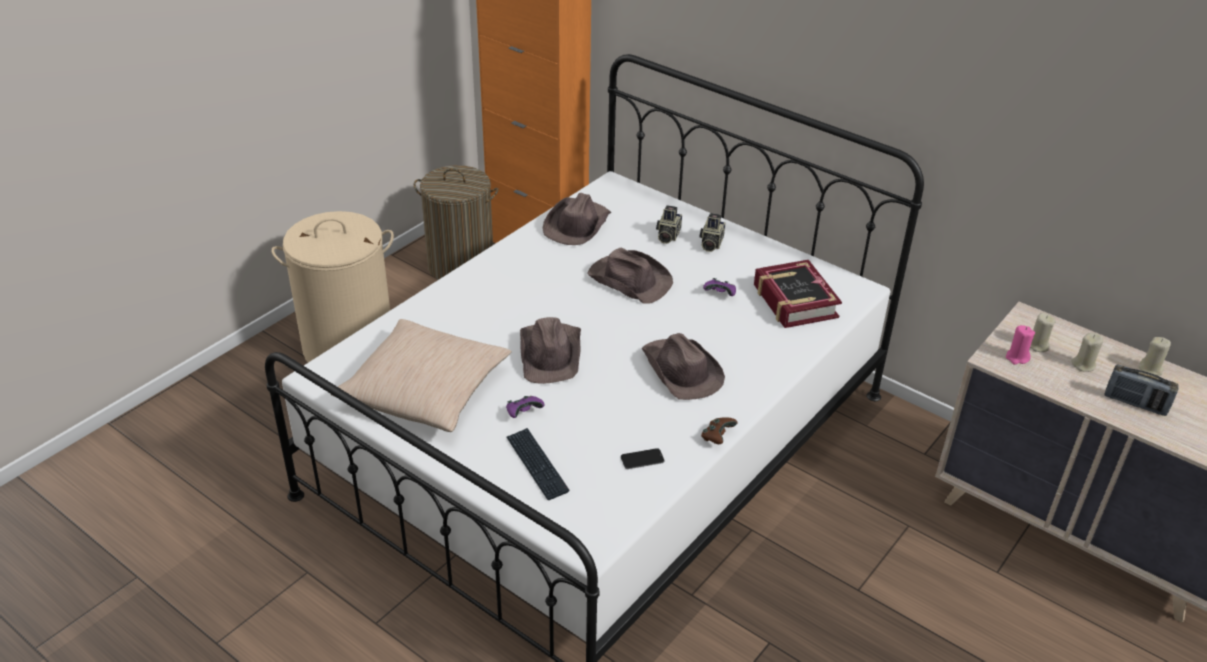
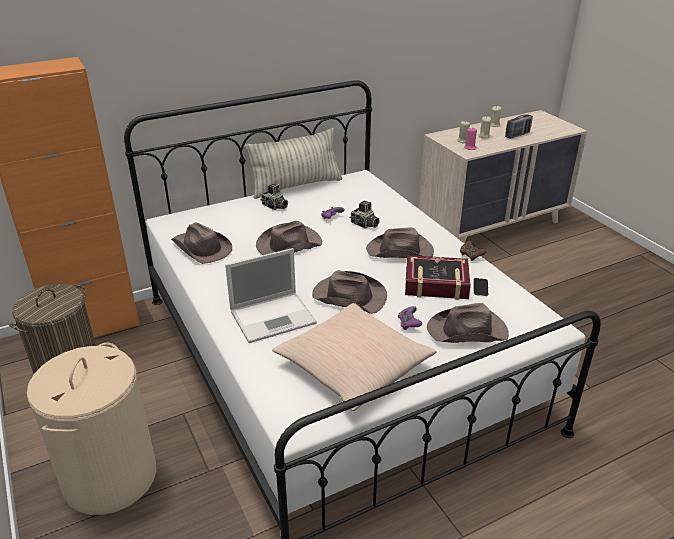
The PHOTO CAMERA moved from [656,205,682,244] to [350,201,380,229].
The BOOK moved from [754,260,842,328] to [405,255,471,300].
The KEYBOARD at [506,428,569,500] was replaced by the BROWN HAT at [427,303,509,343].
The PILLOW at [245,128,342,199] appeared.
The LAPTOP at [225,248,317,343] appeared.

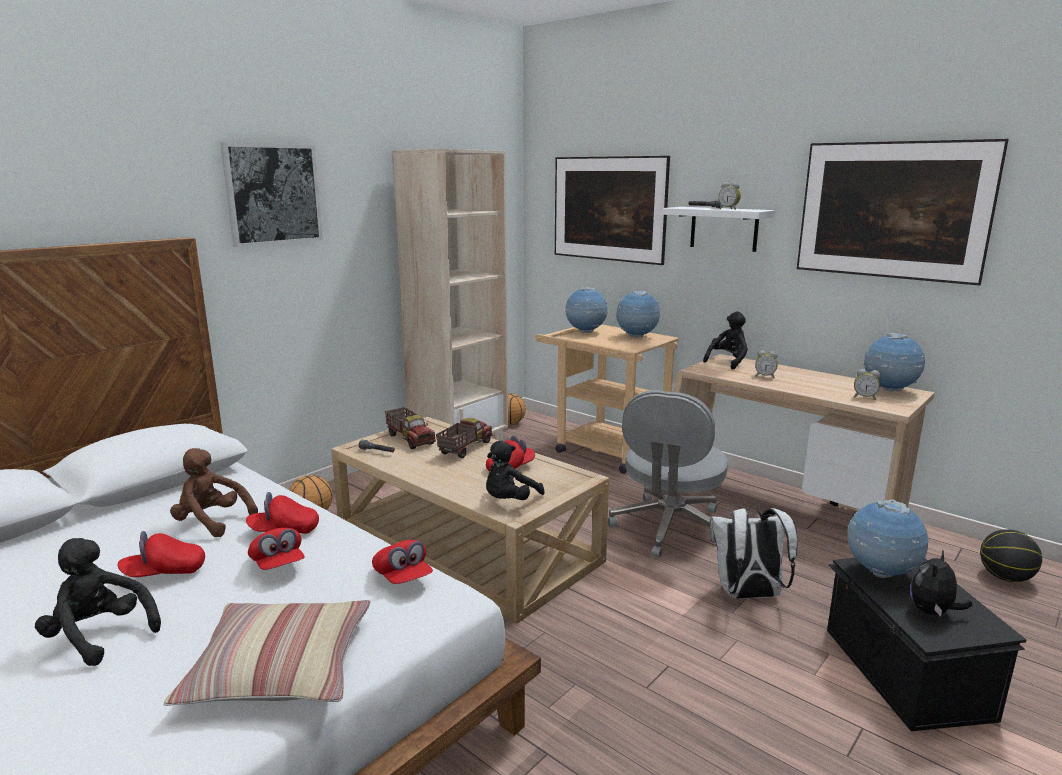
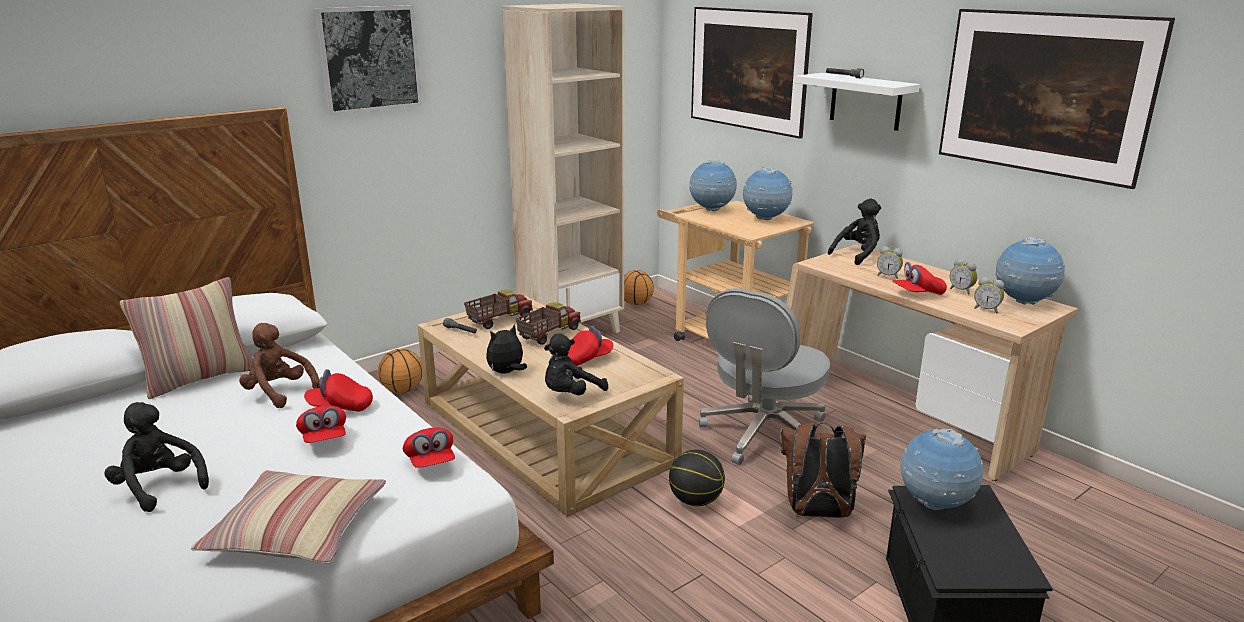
The ALARM CLOCK moved from [718,182,741,210] to [950,259,977,295].
The TOY TRUCK at [385,407,436,449] turned 105 degrees counterclockwise.
The WHITE BACKPACK at [710,508,798,599] became the BROWN BACKPACK at [780,423,866,518].
The BASKETBALL moved from [980,529,1042,582] to [669,449,725,506].
The RED CAP moved from [118,531,205,577] to [892,262,947,295].
The PLUSH TOY moved from [910,550,972,616] to [486,324,527,374].
The PILLOW at [120,277,253,399] appeared.

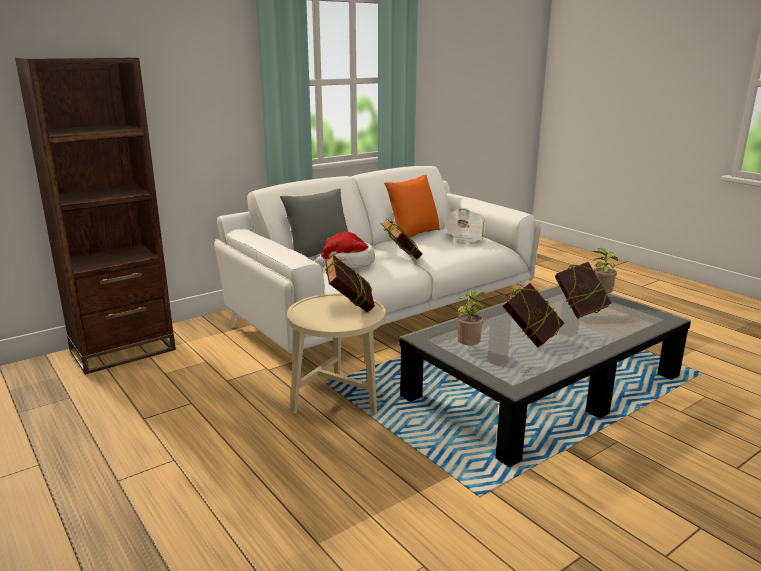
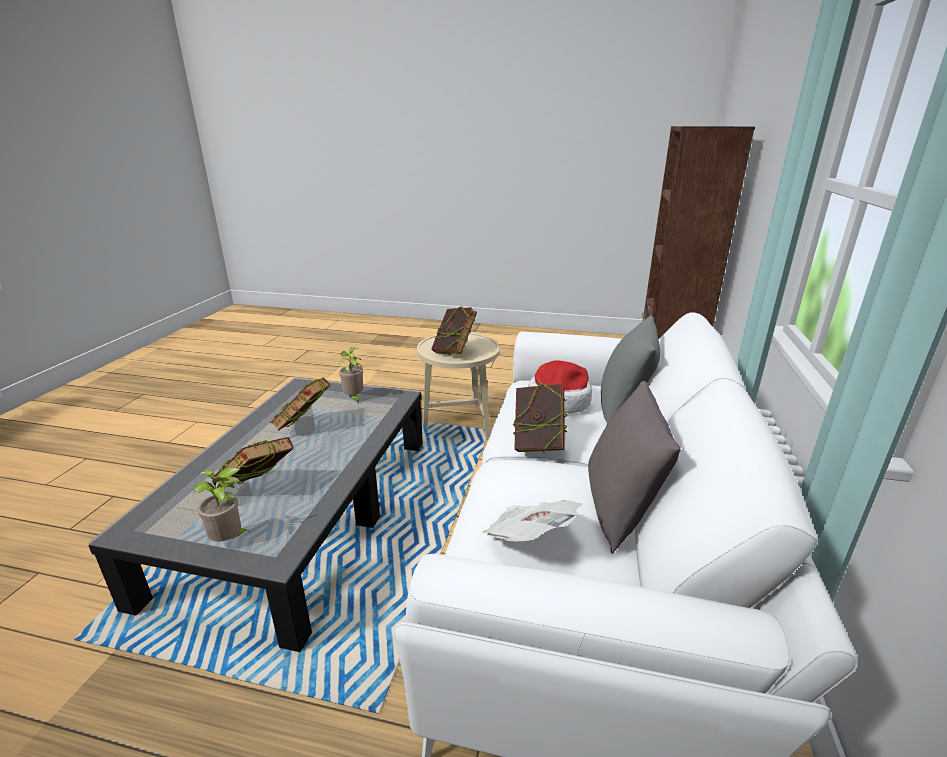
The ORANGE PILLOW at [384,174,440,237] became the GREY PILLOW at [588,381,681,554].

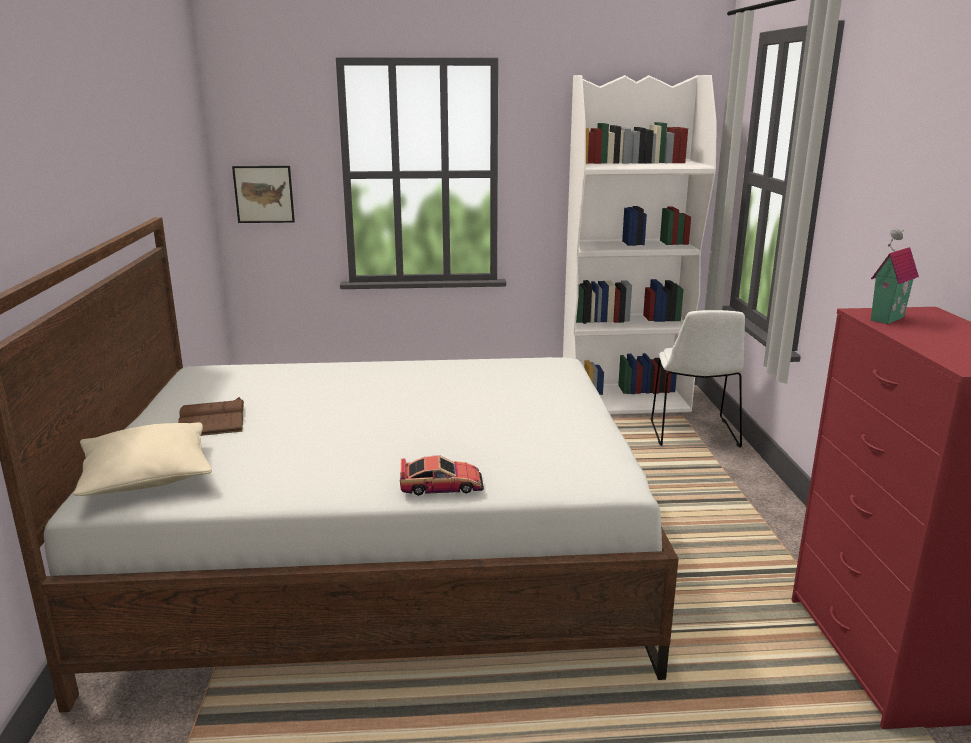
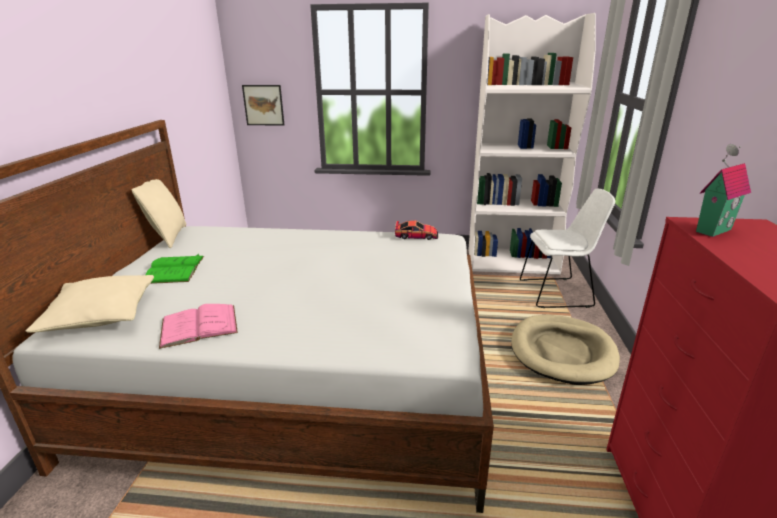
The WHITE CHAIR at [651,310,745,448] turned 105 degrees counterclockwise.
The BROWN BOOK at [178,397,244,436] became the GREEN BOOK at [145,254,204,284].
The TOY CAR moved from [400,455,484,496] to [395,220,438,240].
The BEIGE PILLOW at [132,179,186,248] appeared.
The PINK BOOK at [159,304,238,349] appeared.
The BEIGE DOG BED at [511,315,620,385] appeared.

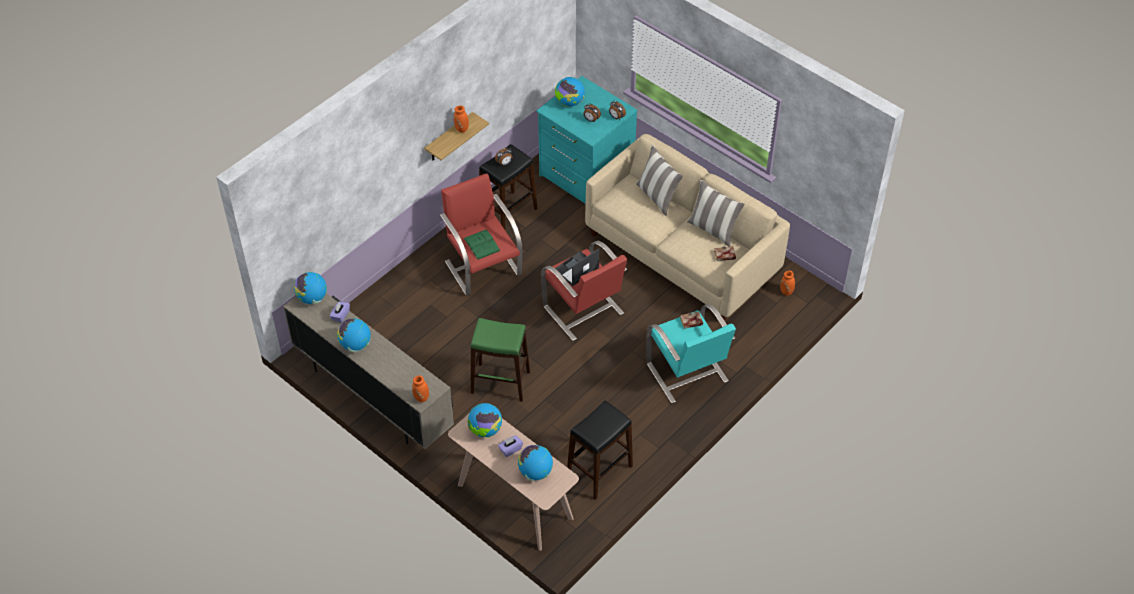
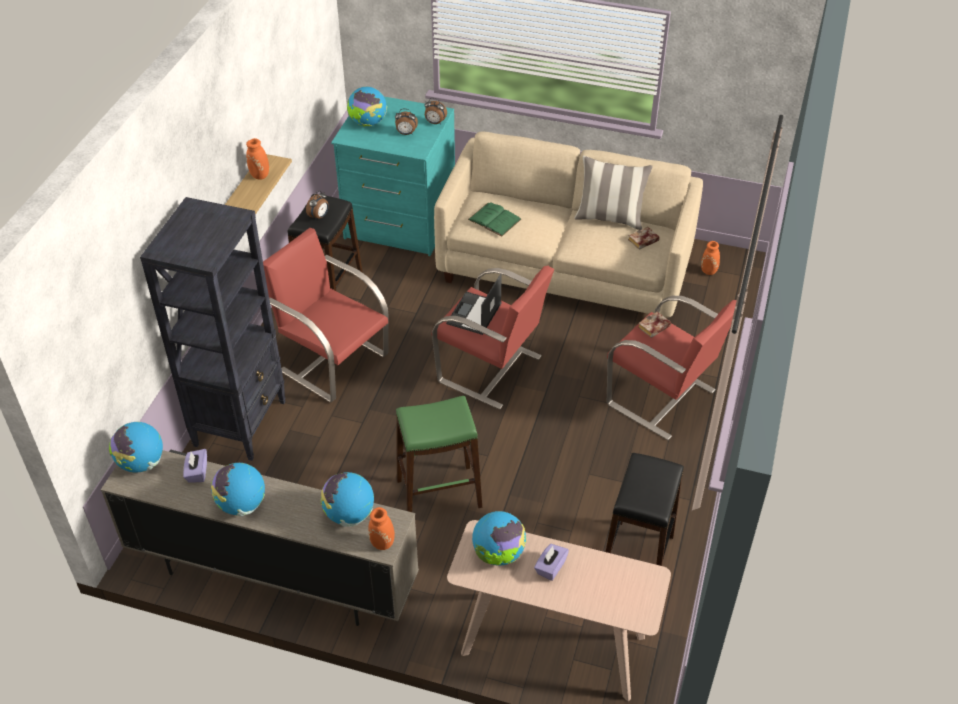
The PILLOW at [636,145,683,216] disappeared.
The GREEN BOOK moved from [464,229,500,260] to [468,202,521,236].
The TURQUOISE ARMCHAIR at [646,304,736,403] became the RED ARMCHAIR at [607,296,737,440].
The GLOBE moved from [518,445,553,481] to [321,472,374,527].
The BLACK BOOKCASE at [140,197,286,461] appeared.

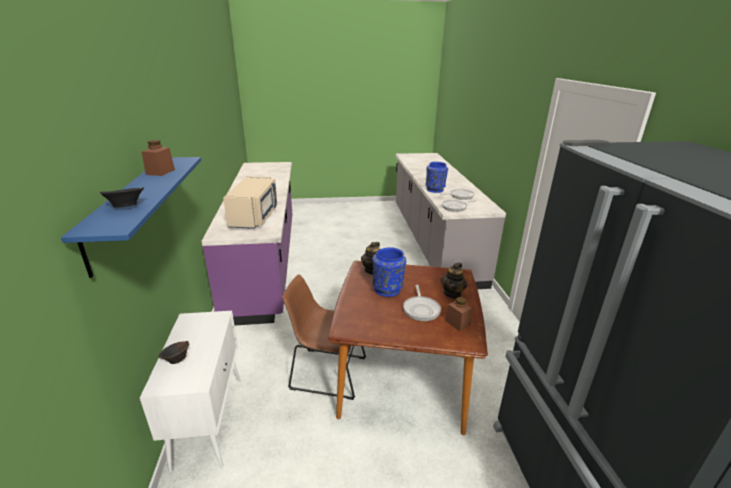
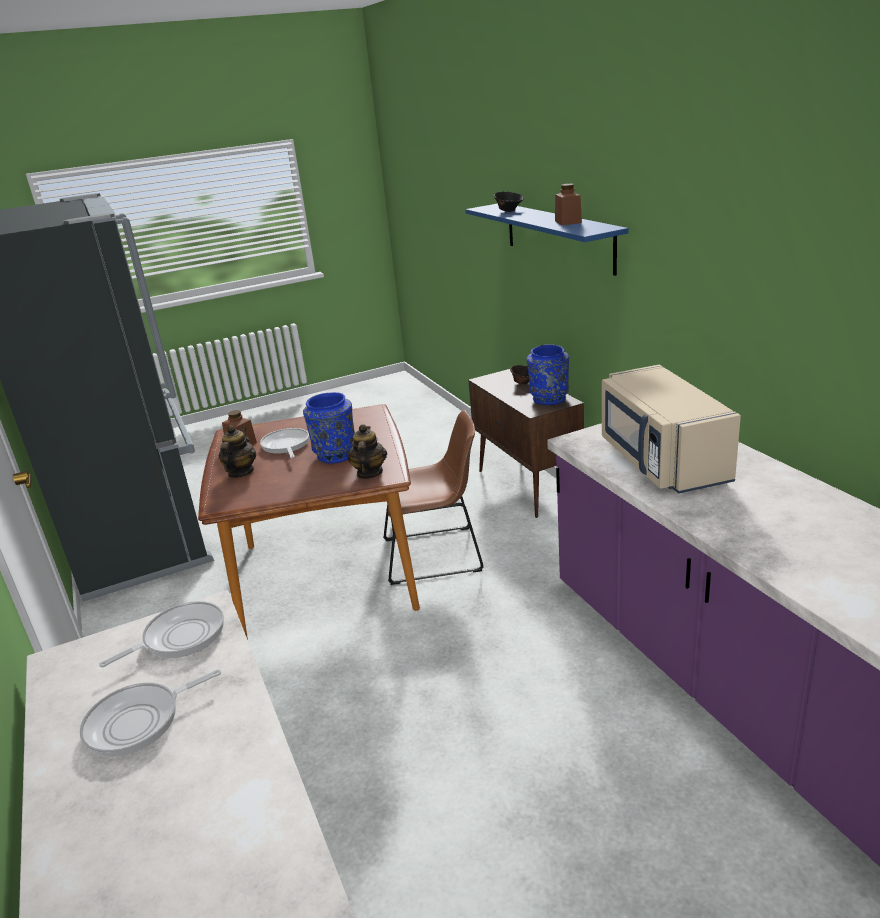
The BLUE VASE moved from [426,162,448,193] to [527,344,569,405].
The WHITE CABINET at [140,311,241,474] became the BROWN CABINET at [468,369,584,518].

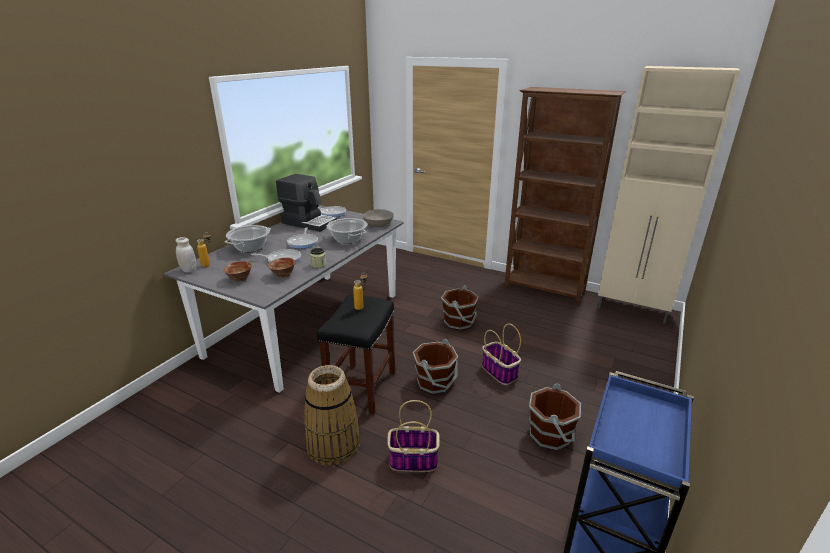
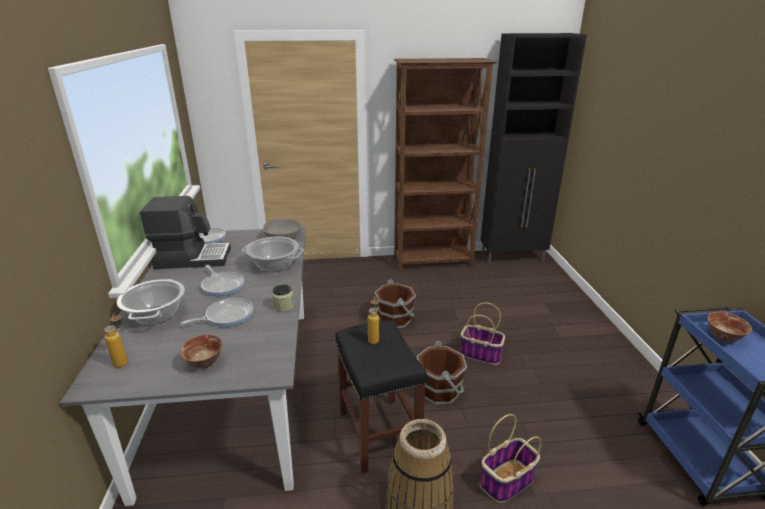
The BEIGE CABINET at [598,66,740,324] became the BLACK CABINET at [481,33,587,264].
The WHITE JAR at [175,237,197,273] disappeared.
The BOWL moved from [268,257,295,278] to [707,312,752,343].
The BROWN BUCKET at [529,383,581,450] disappeared.

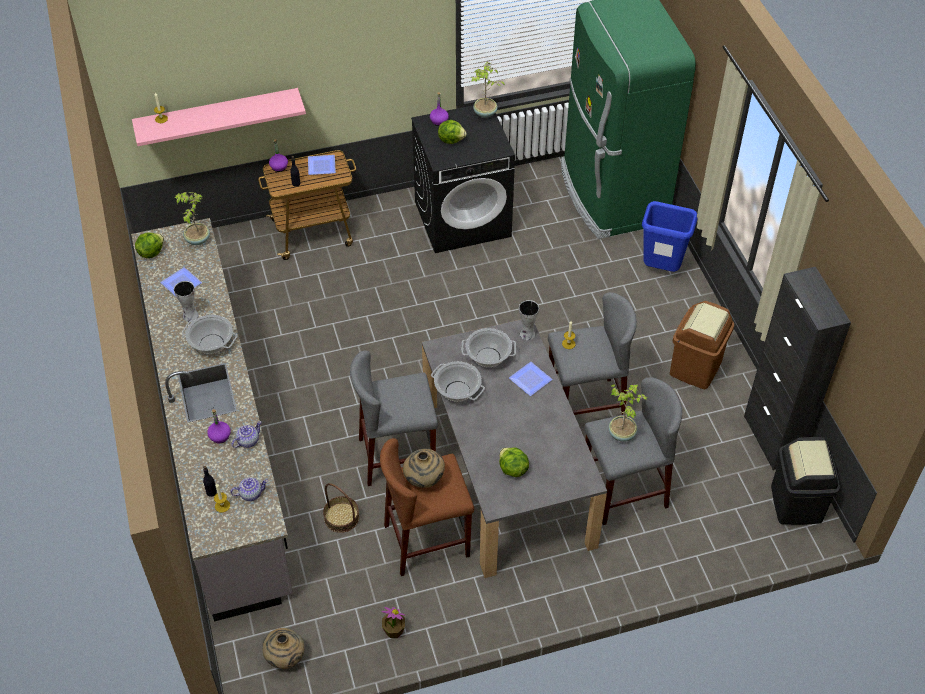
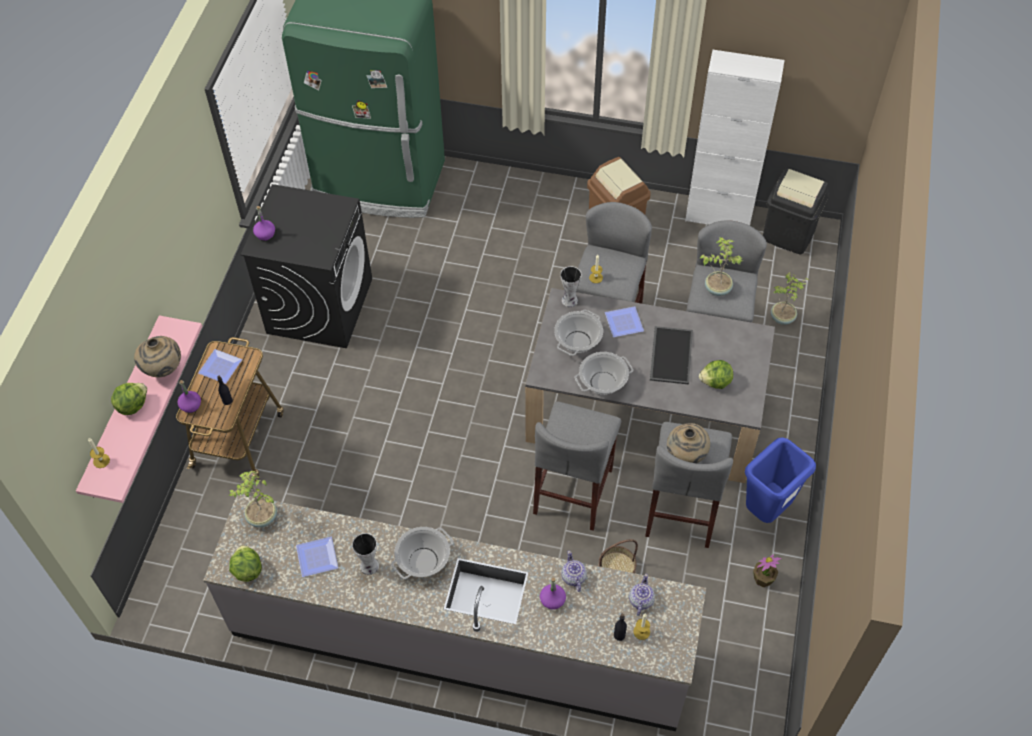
The POTTED PLANT moved from [471,62,505,118] to [771,272,809,325].
The LETTUCE moved from [438,120,467,144] to [111,383,147,415].
The BLUE TRASH CAN moved from [642,201,697,272] to [745,437,816,523].
The BLACK CABINET at [744,267,851,470] became the WHITE CABINET at [685,50,784,226].
The BROWN STOOL at [380,438,474,576] became the GREY STOOL at [645,422,733,548].
The BEIGE VASE moved from [262,628,305,669] to [134,336,181,378].
The TRAY at [650,326,693,385] appeared.

